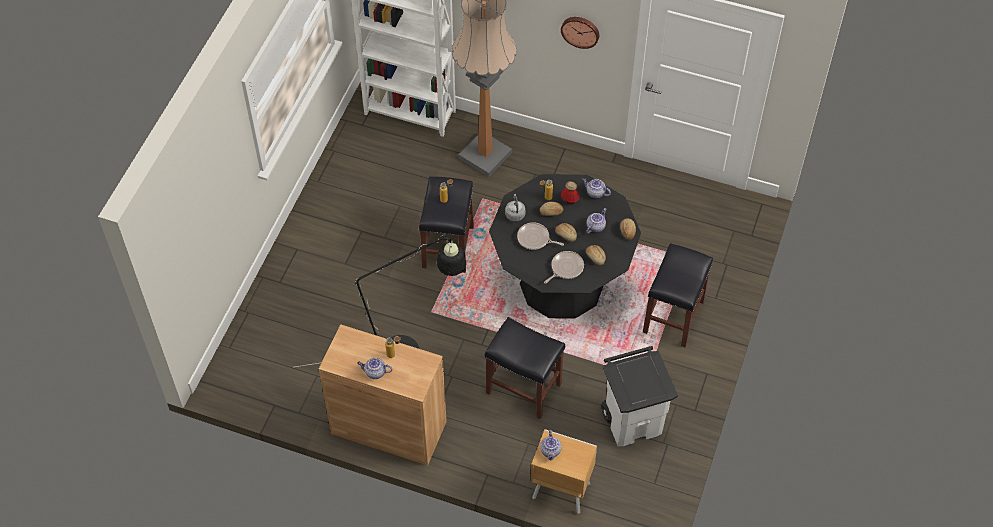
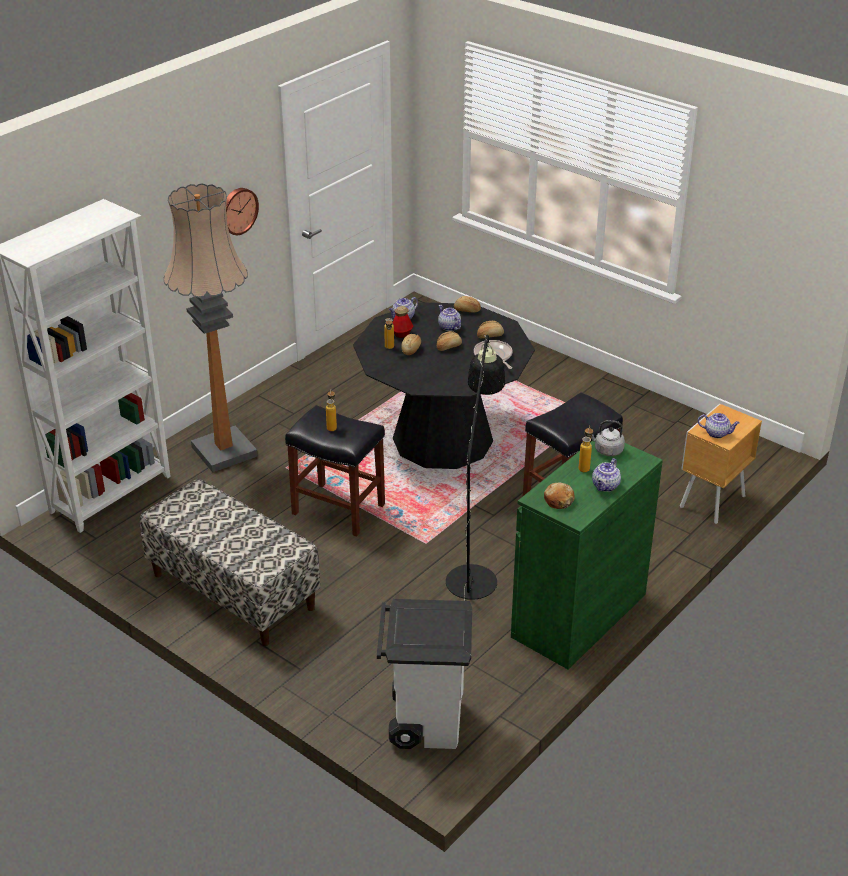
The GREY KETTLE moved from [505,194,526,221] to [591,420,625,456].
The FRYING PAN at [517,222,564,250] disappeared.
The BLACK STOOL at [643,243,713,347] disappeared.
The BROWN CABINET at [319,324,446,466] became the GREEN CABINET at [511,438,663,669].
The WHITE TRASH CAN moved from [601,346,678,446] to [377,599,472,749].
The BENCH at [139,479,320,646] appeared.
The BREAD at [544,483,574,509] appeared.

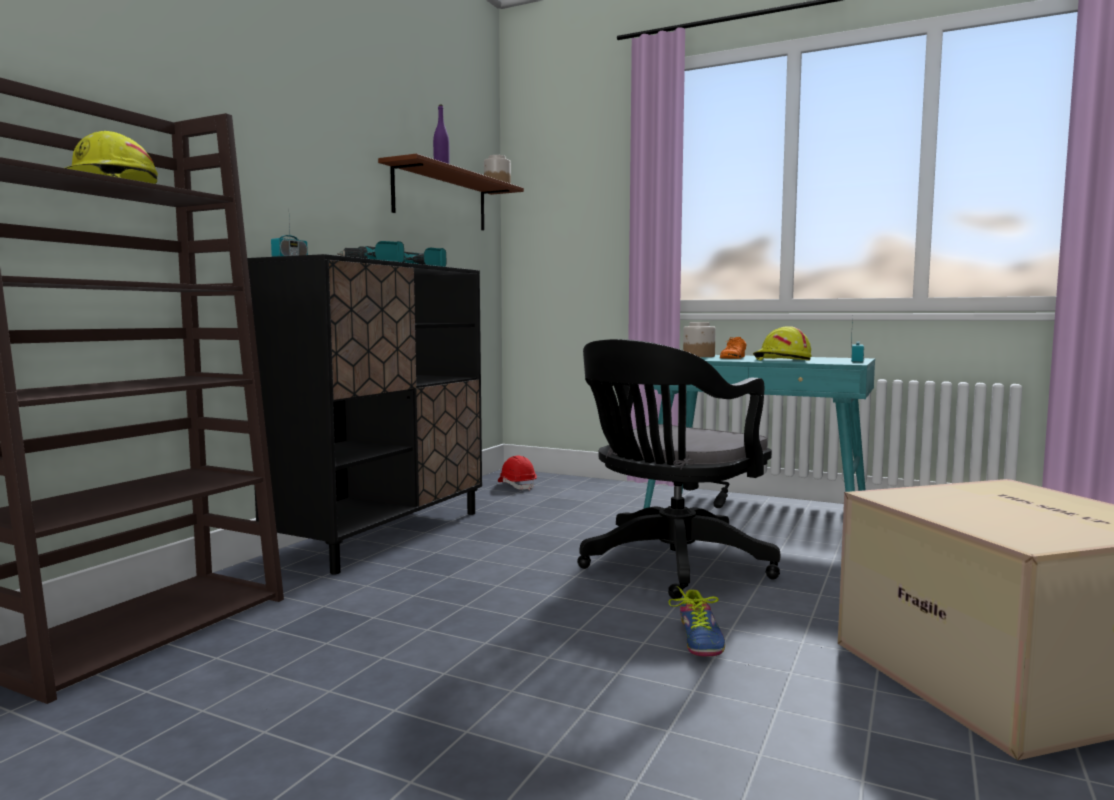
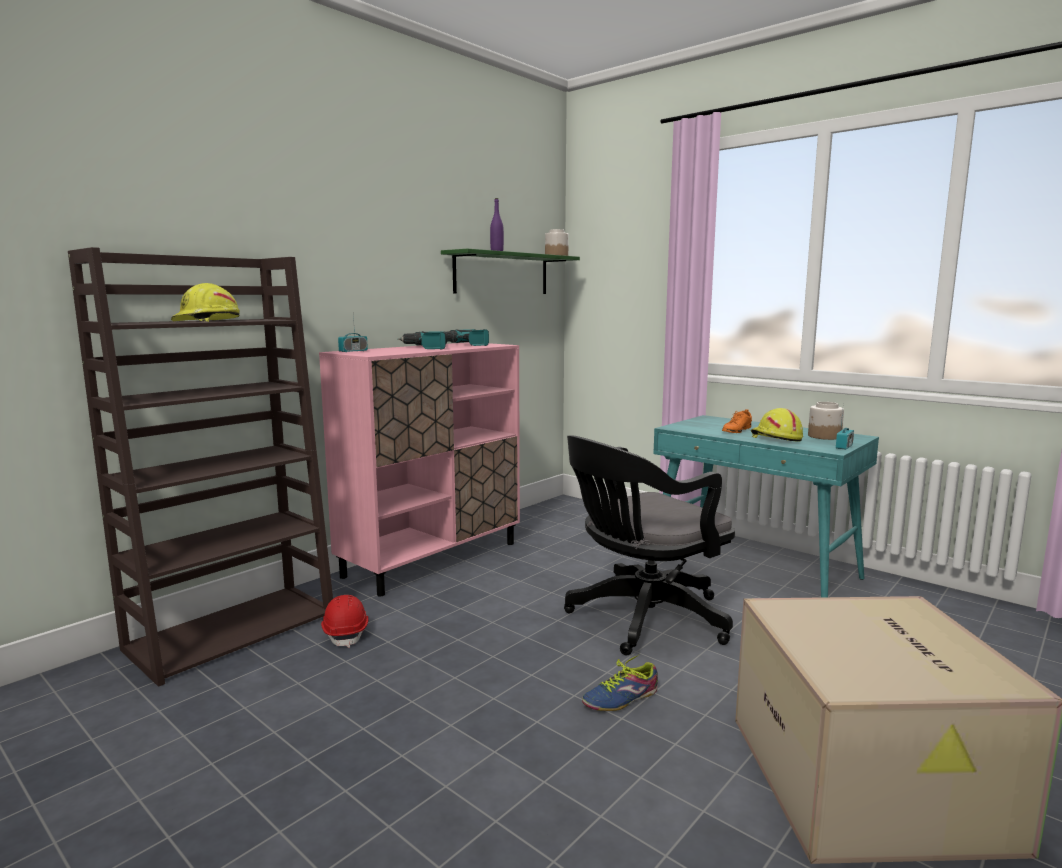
The BROWN SHELF at [378,154,524,230] became the GREEN SHELF at [441,249,580,294].
The BLACK CABINET at [247,254,482,575] became the PINK CABINET at [319,342,520,596].
The JAR moved from [683,322,716,357] to [808,402,844,440].
The RED HARD HAT moved from [498,456,537,490] to [321,595,369,648].
The SHOE at [668,586,725,657] turned 45 degrees clockwise.

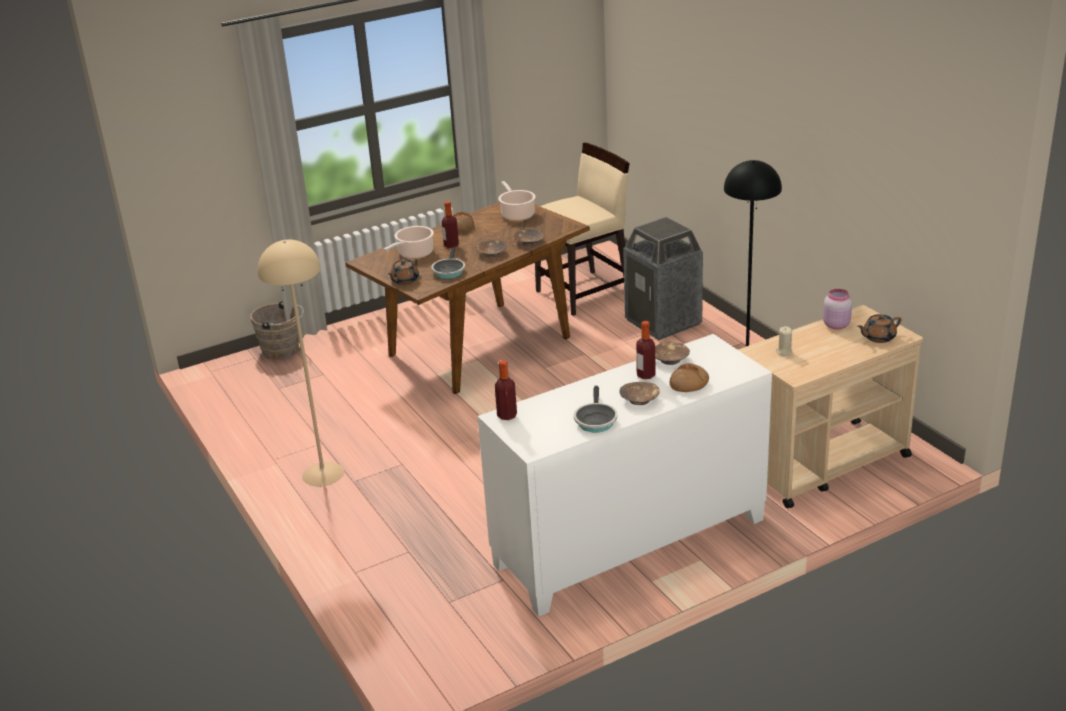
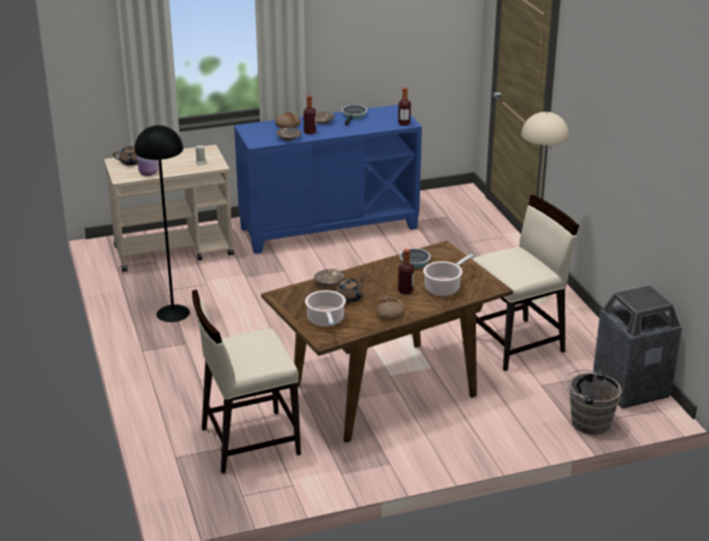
The TRASH CAN moved from [623,217,703,340] to [593,285,682,409].
The BROWN BOWL at [476,240,507,257] disappeared.
The BROWN TEAPOT moved from [388,259,419,285] to [335,275,366,303].
The WHITE CABINET at [478,334,772,617] became the BLUE CABINET at [234,105,422,254].
The BEIGE CHAIR at [473,195,579,371] appeared.

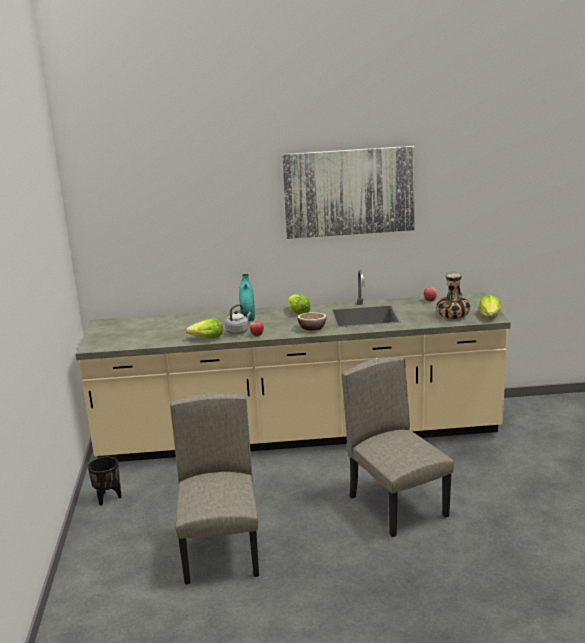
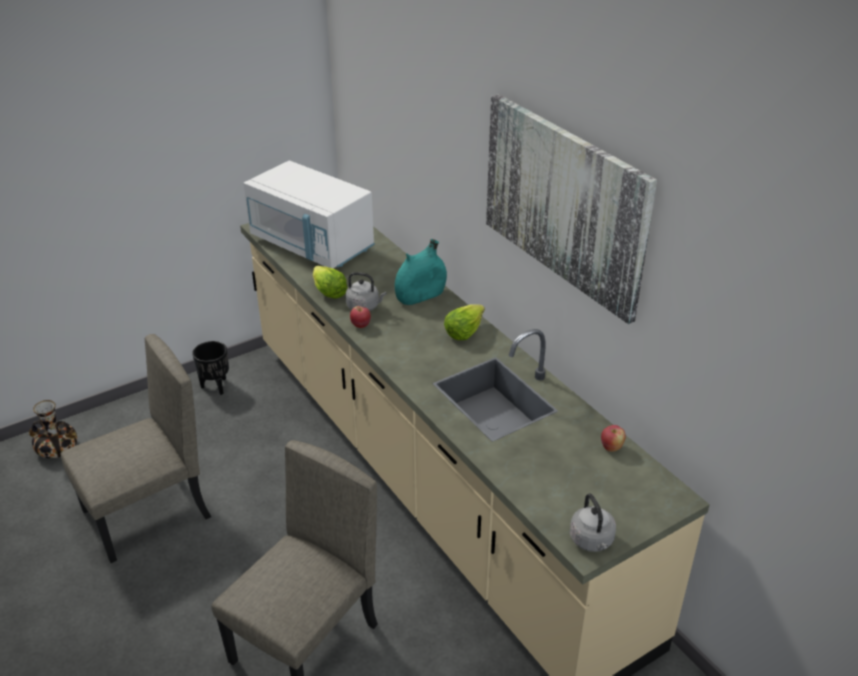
The VASE moved from [437,272,470,319] to [29,400,77,458].
The LETTUCE at [479,295,501,317] was replaced by the GREY KETTLE at [570,493,616,552].
The BOWL at [297,312,327,331] disappeared.
The WHITE MICROWAVE at [244,161,375,268] appeared.

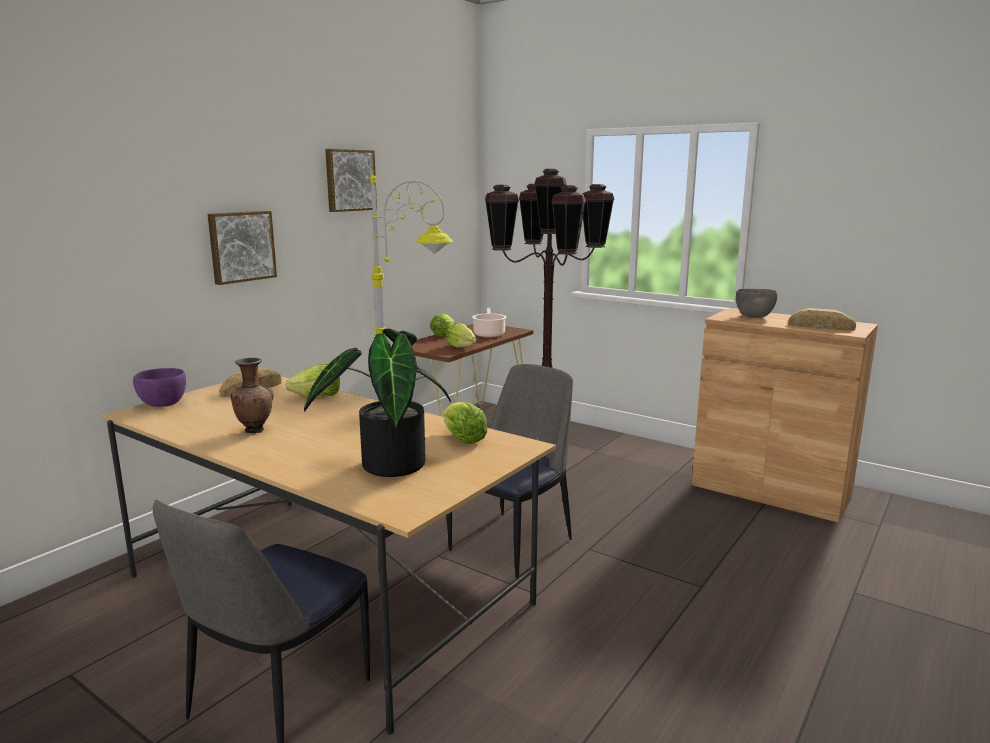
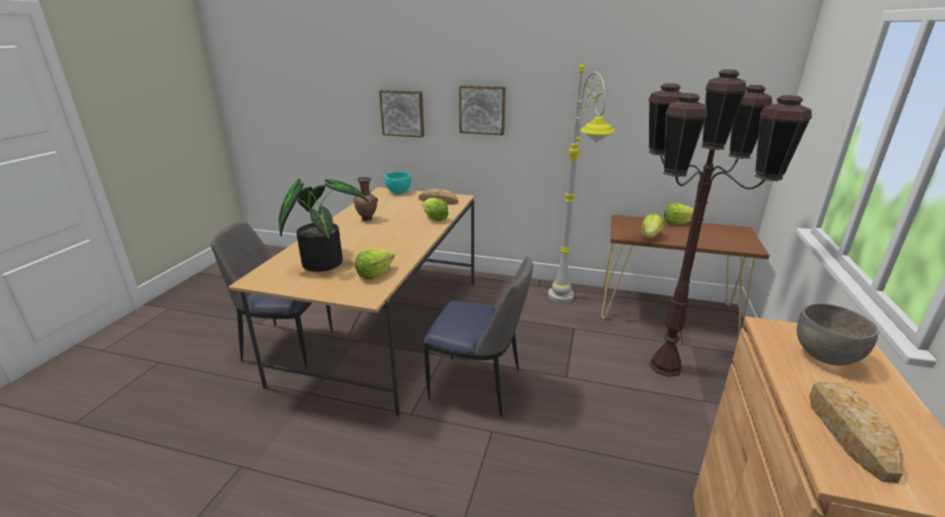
The PICTURE moved from [325,149,377,212] to [379,90,424,137].
The COOKING POT at [472,308,507,338] disappeared.
The PURPLE BOWL at [133,368,186,407] became the TURQUOISE BOWL at [385,171,411,194].

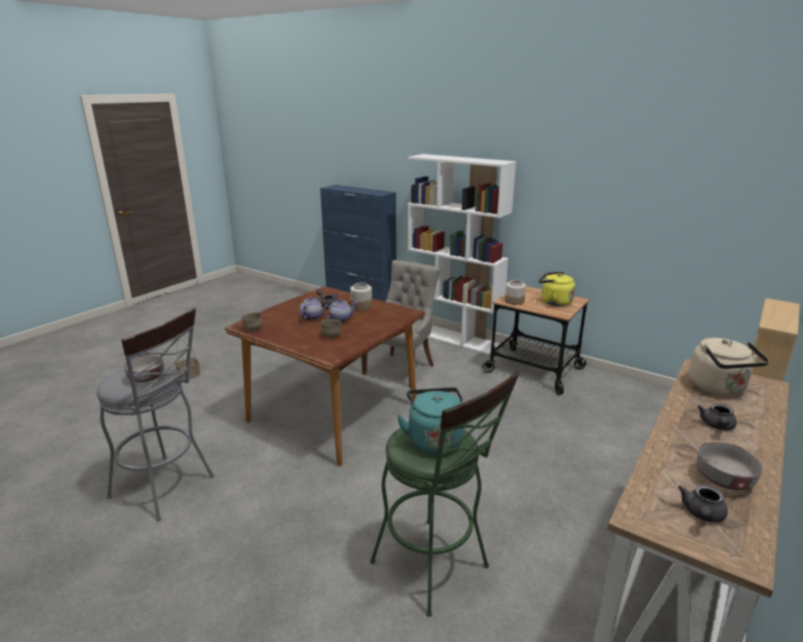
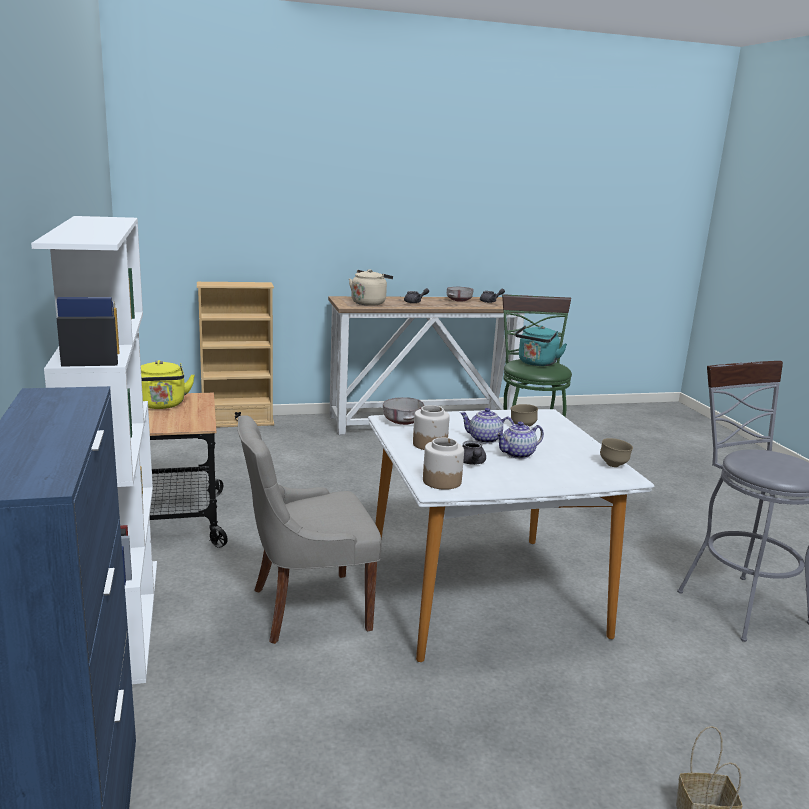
The JAR moved from [505,280,526,305] to [423,438,464,490].
The BROWN DINING TABLE at [224,286,425,466] became the WHITE DINING TABLE at [368,409,654,662].
The GREY BOWL moved from [124,355,164,382] to [383,397,425,425].

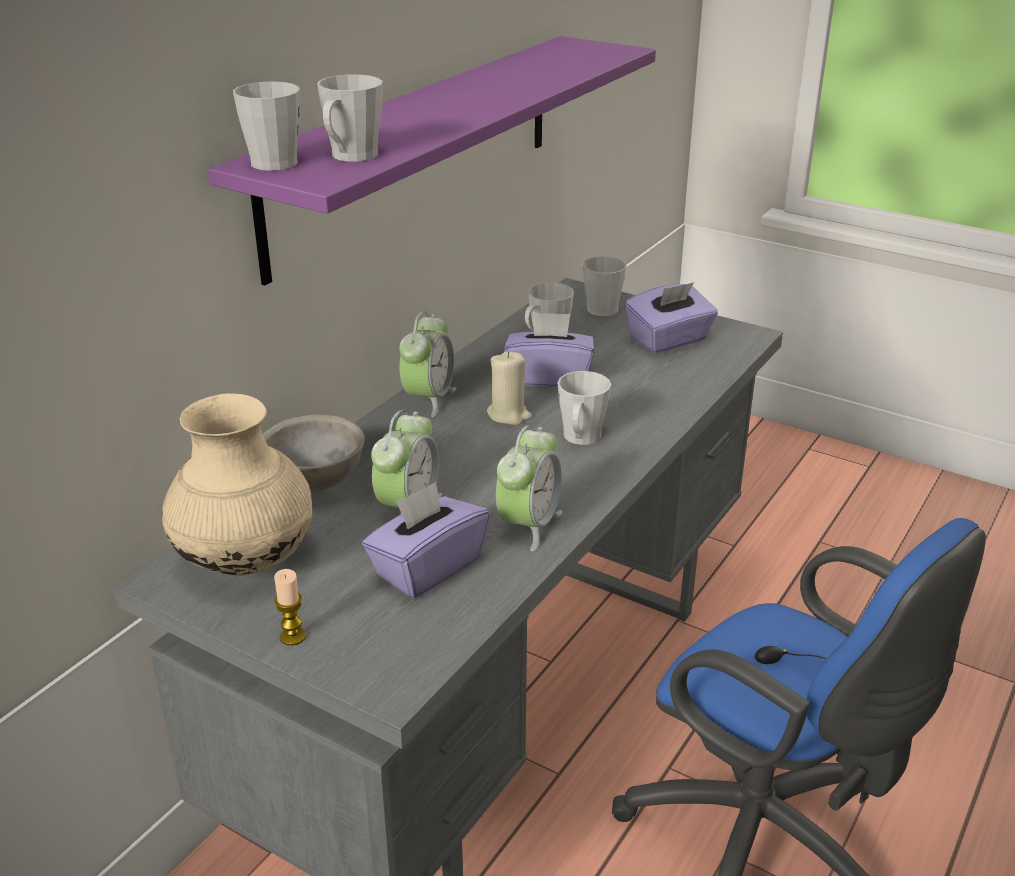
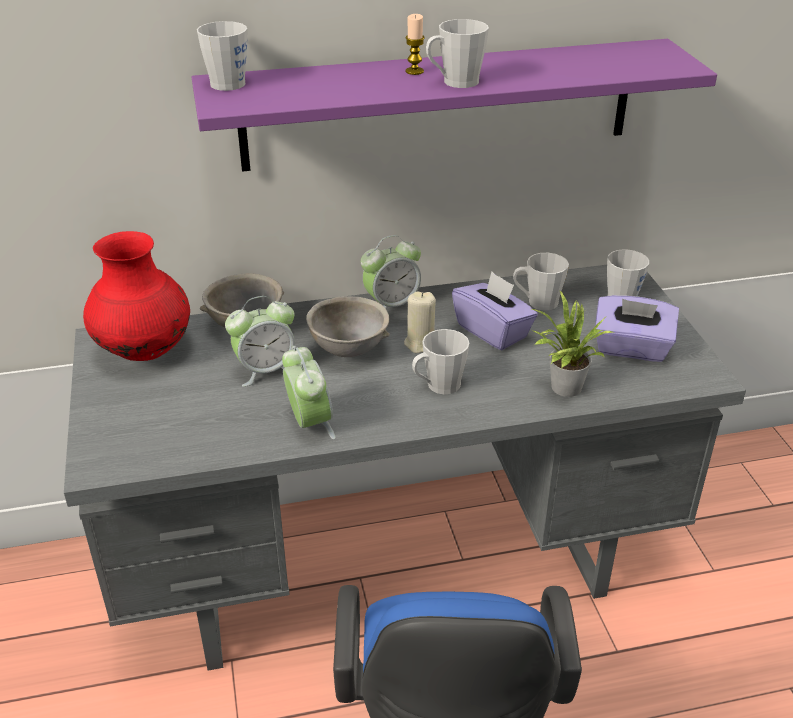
The GREY MUG moved from [317,75,383,162] to [426,19,489,88].
The BEIGE VASE at [162,394,312,575] became the RED VASE at [83,231,190,361].
The ALARM CLOCK at [496,425,562,552] turned 90 degrees counterclockwise.
The PURPLE TISSUE BOX at [362,482,489,598] disappeared.
The CANDLE moved from [274,569,306,646] to [406,14,425,75].
The POTTED PLANT at [531,291,614,397] appeared.
The GREY BOWL at [306,296,390,357] appeared.

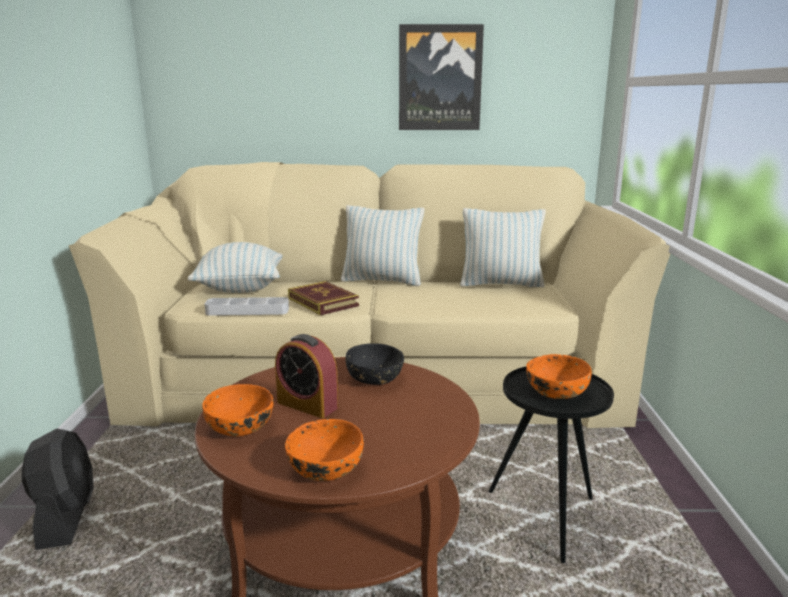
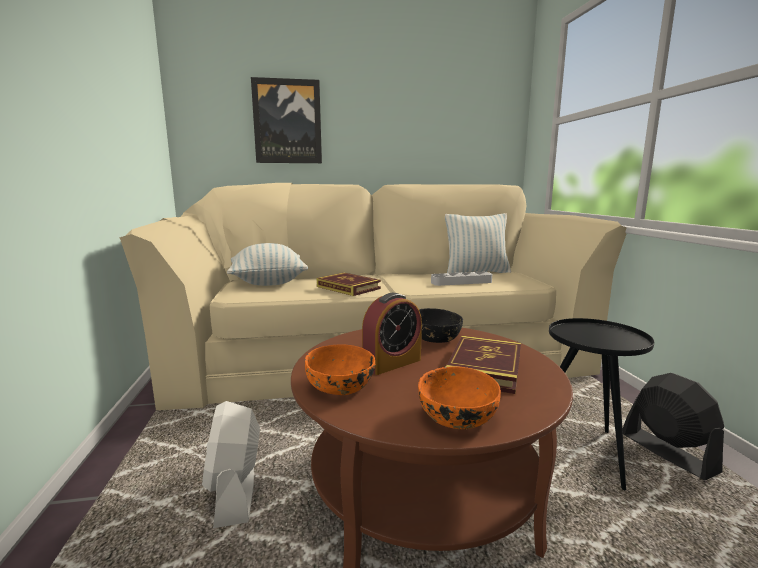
The PICTURE moved from [399,24,484,130] to [251,77,322,163].
The PILLOW at [341,205,424,286] disappeared.
The GREY TRAY moved from [205,297,289,316] to [431,272,492,286].
The ALARM CLOCK at [275,334,338,418] turned 60 degrees counterclockwise.
The ORANGE BOWL at [526,354,592,399] disappeared.
The BLACK FAN moved from [22,428,94,550] to [623,373,724,480].
The BOOK at [446,336,521,394] appeared.
The WHITE FAN at [202,401,260,528] appeared.

